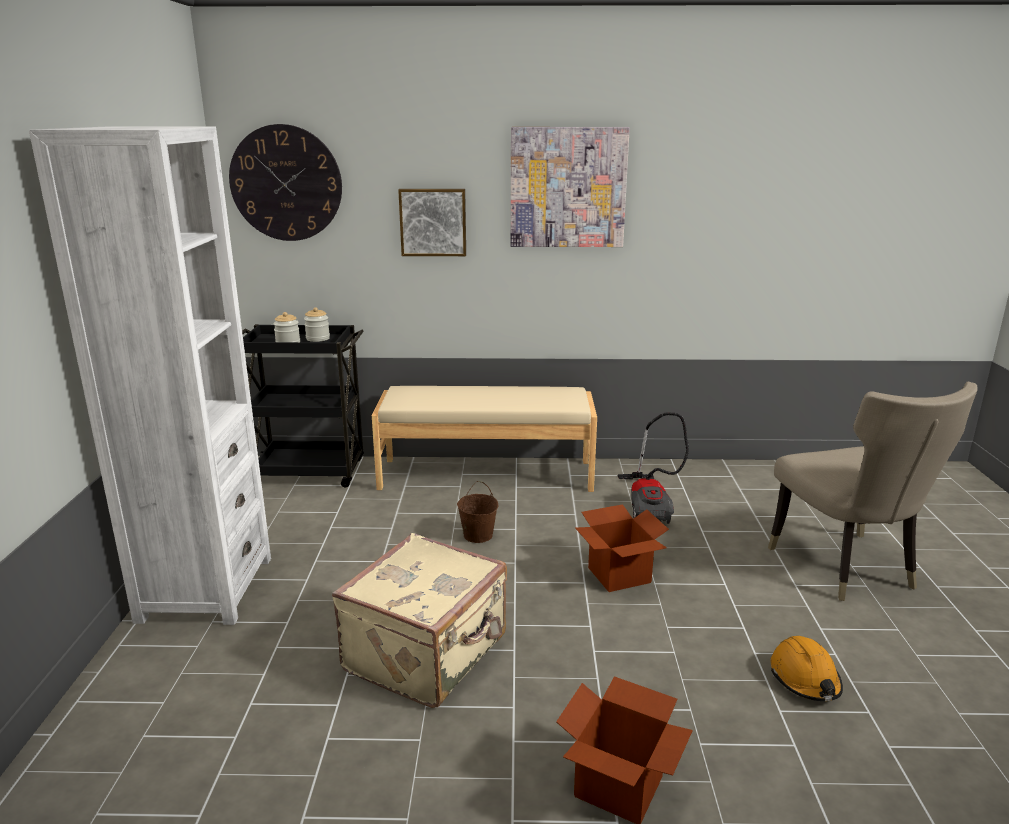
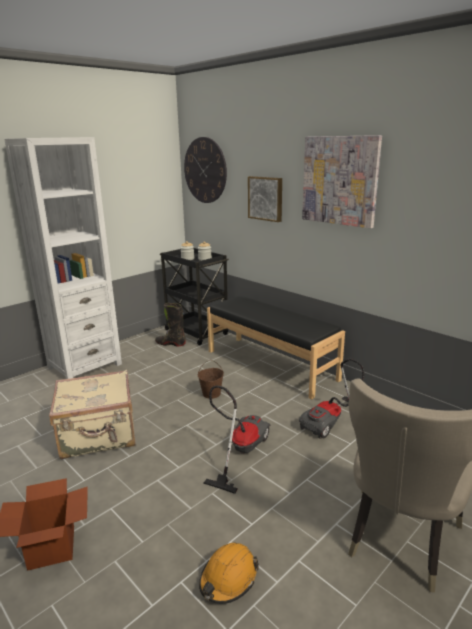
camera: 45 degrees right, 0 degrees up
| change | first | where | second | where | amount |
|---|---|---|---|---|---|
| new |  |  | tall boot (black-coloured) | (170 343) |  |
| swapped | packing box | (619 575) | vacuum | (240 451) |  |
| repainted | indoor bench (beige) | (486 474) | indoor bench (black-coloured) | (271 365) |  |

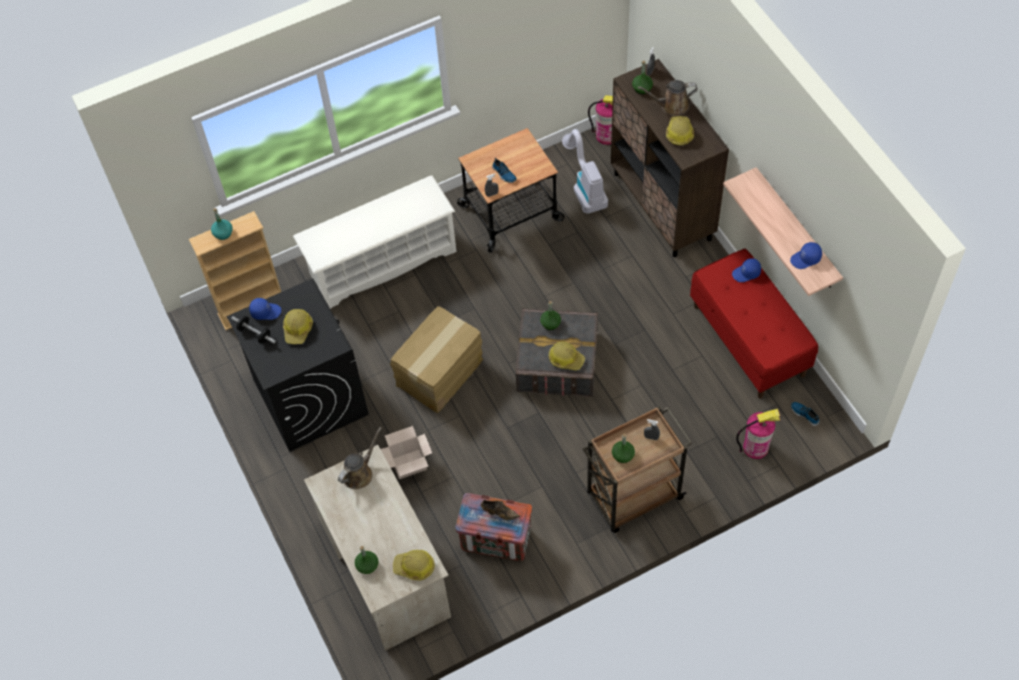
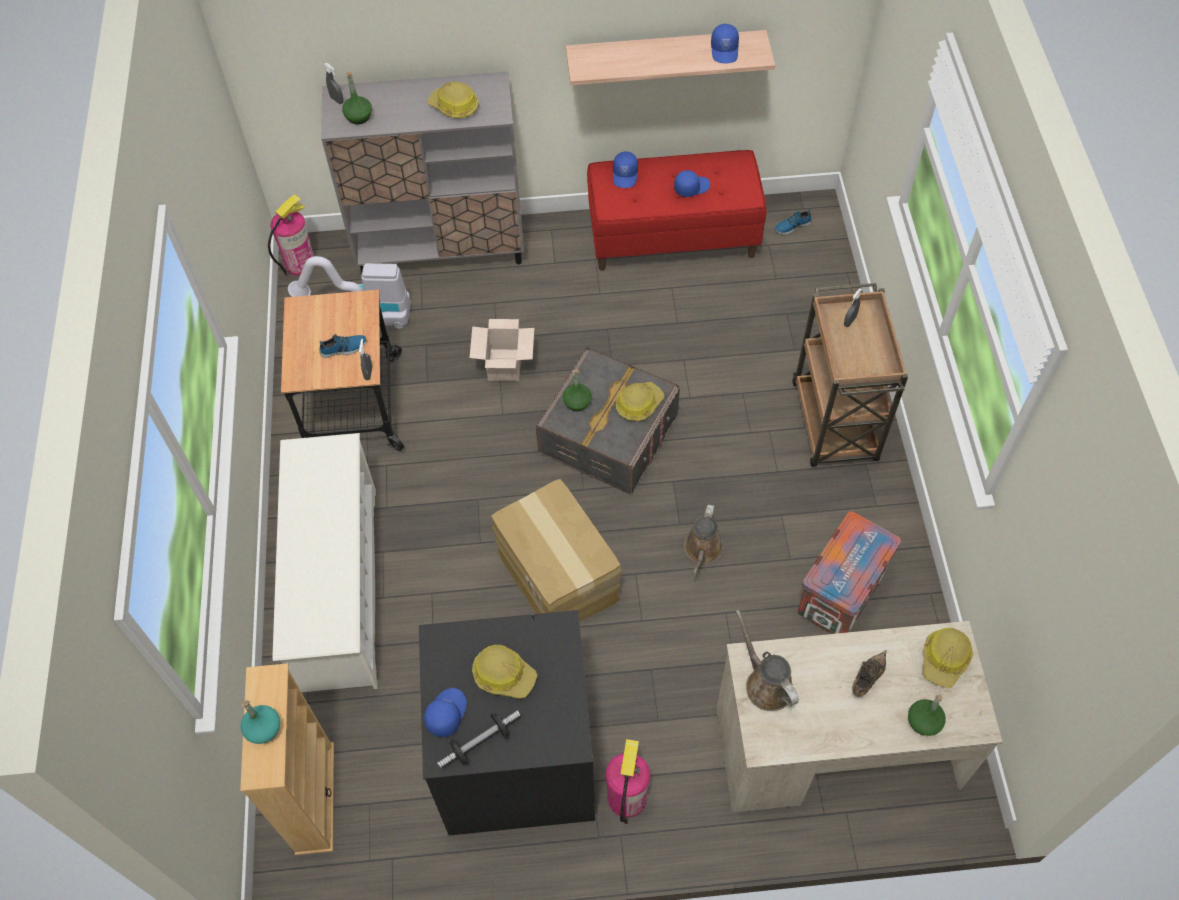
camera: 70 degrees left, 0 degrees up
| change | first | where | second | where | amount |
|---|---|---|---|---|---|
| repainted | cupboard (brownish) | (662 206) | cupboard (greyish) | (442 248) |  |
| shifted | packing box | (408 465) |  | (505 366) |  |
| shifted | extinguisher | (755 447) |  | (626 797) |  |
| new |  |  | baseball cap (blue) | (691 187) |  |
| shifted | sprinkling can (brownish) | (672 106) |  | (702 550) |  |
| shifted | shoe (brownish) | (499 513) |  | (867 678) |  |
| gone | bottle (green) | (623 455) |  |  |  |

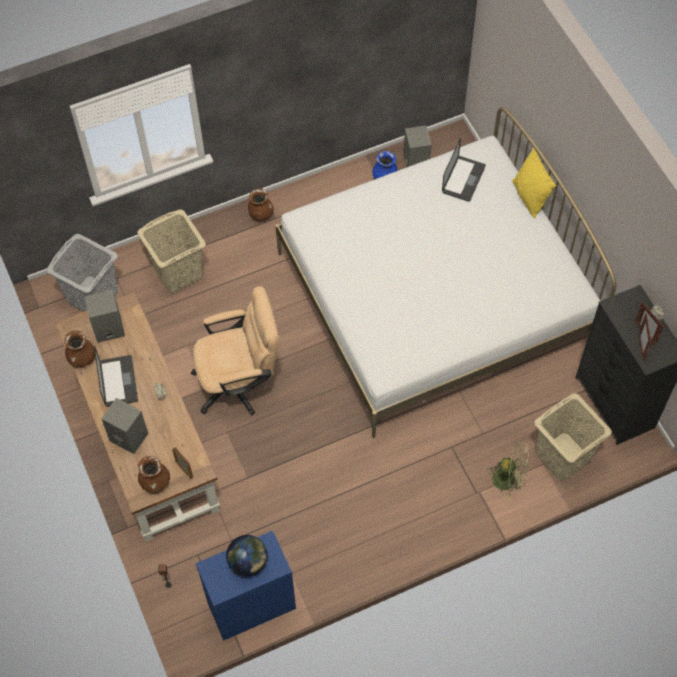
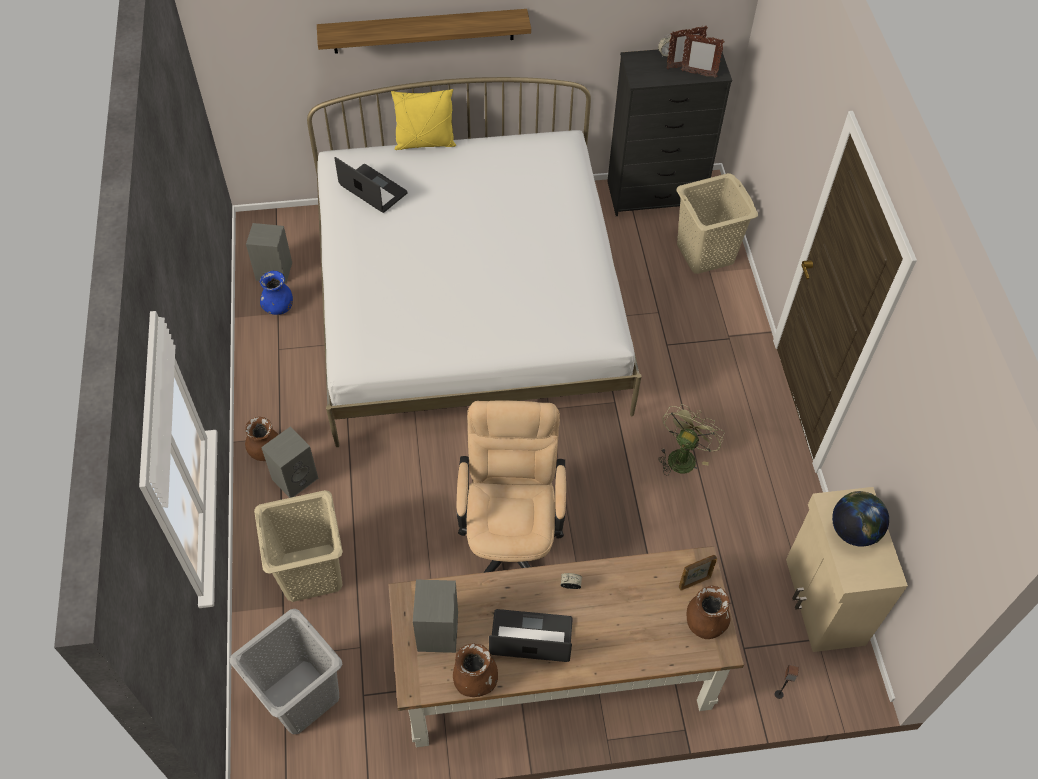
camera: 75 degrees left, 5 degrees down
| change | first | where | second | where | amount |
|---|---|---|---|---|---|
| shifted | loudspeaker (greyish) | (130 437) |  | (295 477) |  |
| new |  |  | wall shelf | (423 31) |  |
| shifted | fan (green) | (509 480) |  | (683 456) |  |
| repainted | cupboard (blue) | (250 605) | cupboard (beige) | (823 602) |  |

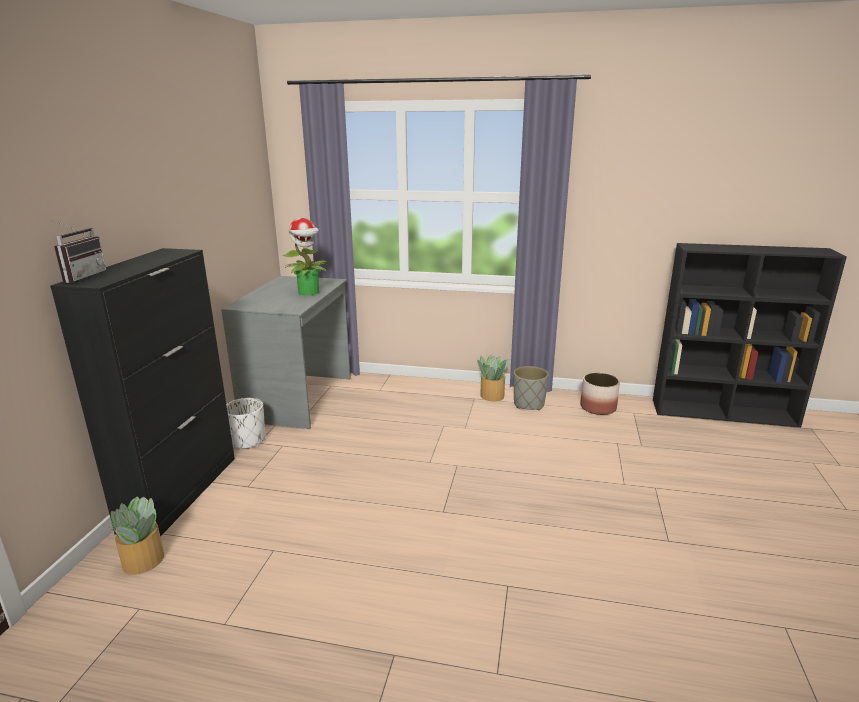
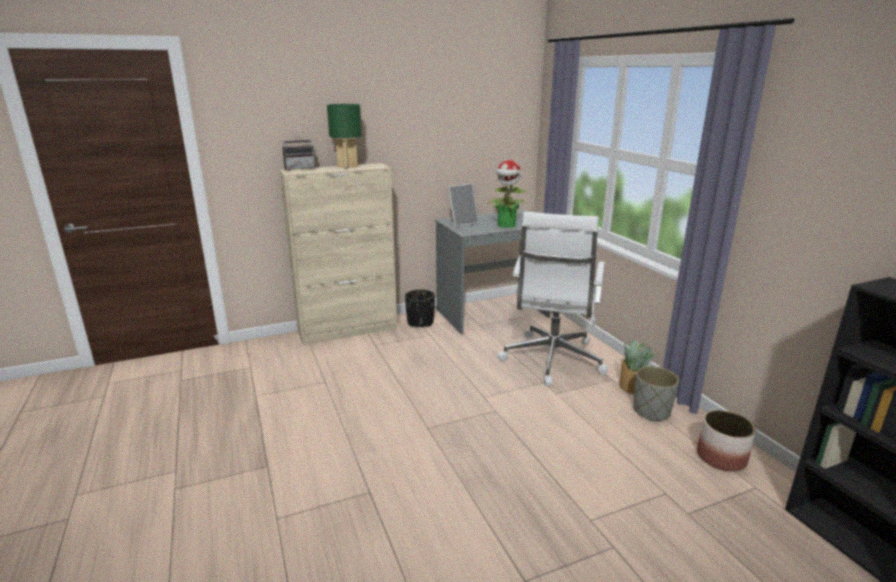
camera: 55 degrees right, 0 degrees up
| change | first | where | second | where | amount |
|---|---|---|---|---|---|
| repainted | cupboard (black-coloured) | (181 492) | cupboard (beige) | (348 330) |  |
| new |  |  | table lamp (green) | (348 167) |  |
| repainted | flower pot (white-coloured) | (248 440) | flower pot (black-coloured) | (420 322) |  |
| new |  |  | picture frame | (462 223) |  |
| new |  |  | office chair (white-coloured) | (551 360) |  |
| gone | potted plant | (142 561) |  |  |  |

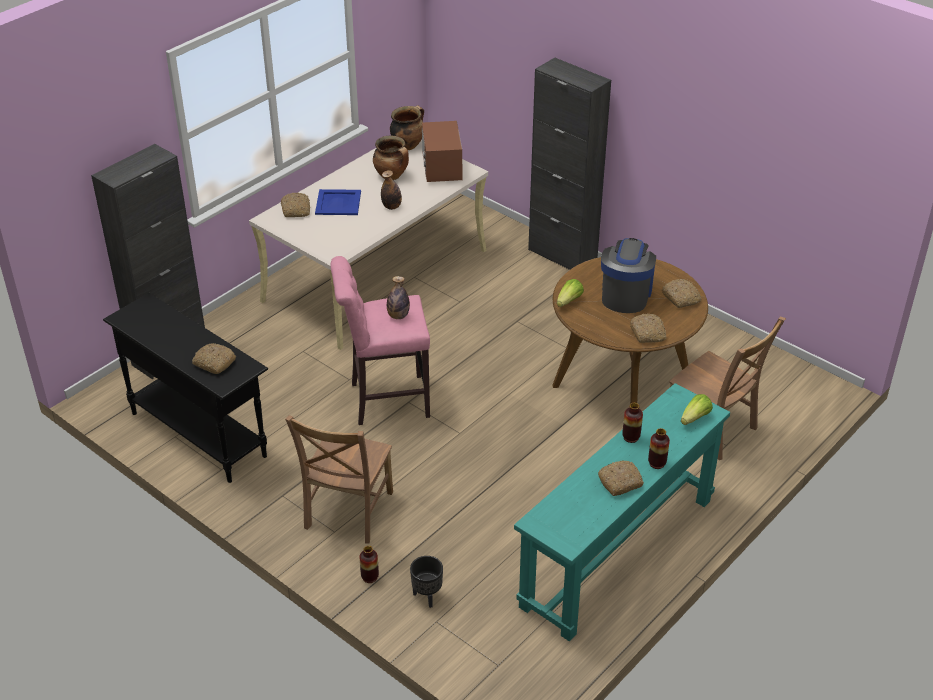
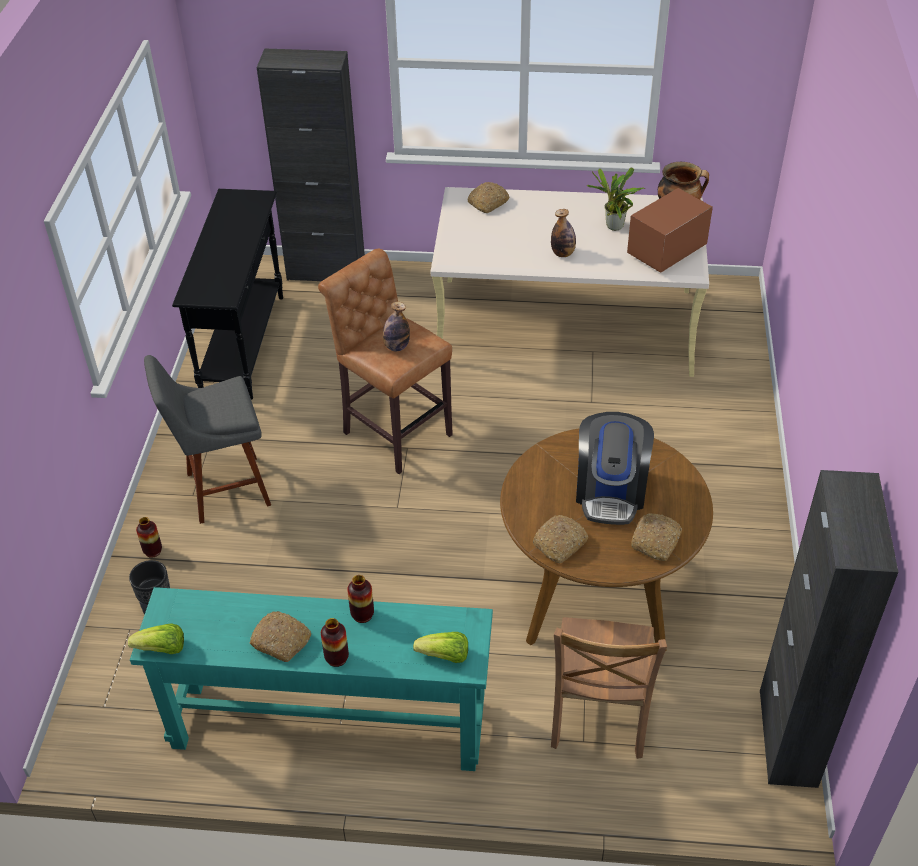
camera: 55 degrees right, 5 degrees up
| change | first | where | second | where | amount |
|---|---|---|---|---|---|
| shifted | head of lettuce | (569 301) |  | (162 649) |  |
| swapped | upright chair (brownish) | (347 513) | sitting stool (greyish) | (223 490) |  |
| repainted | sitting stool (pink-coloured) | (385 400) | sitting stool (brownish) | (393 431) |  |
| rotated | coffee machine | (625 294) |  | (610 492) | 120 degrees clockwise |
| swapped | cooking pot | (392 176) | potted plant | (613 228) |  |
| shifted | cupboard (black-coloured) | (562 256) |  | (787 738) |  |
| gone | bread | (214 363) |  |  |  |
| gone | serving tray (blue) | (338 202) |  |  |  |

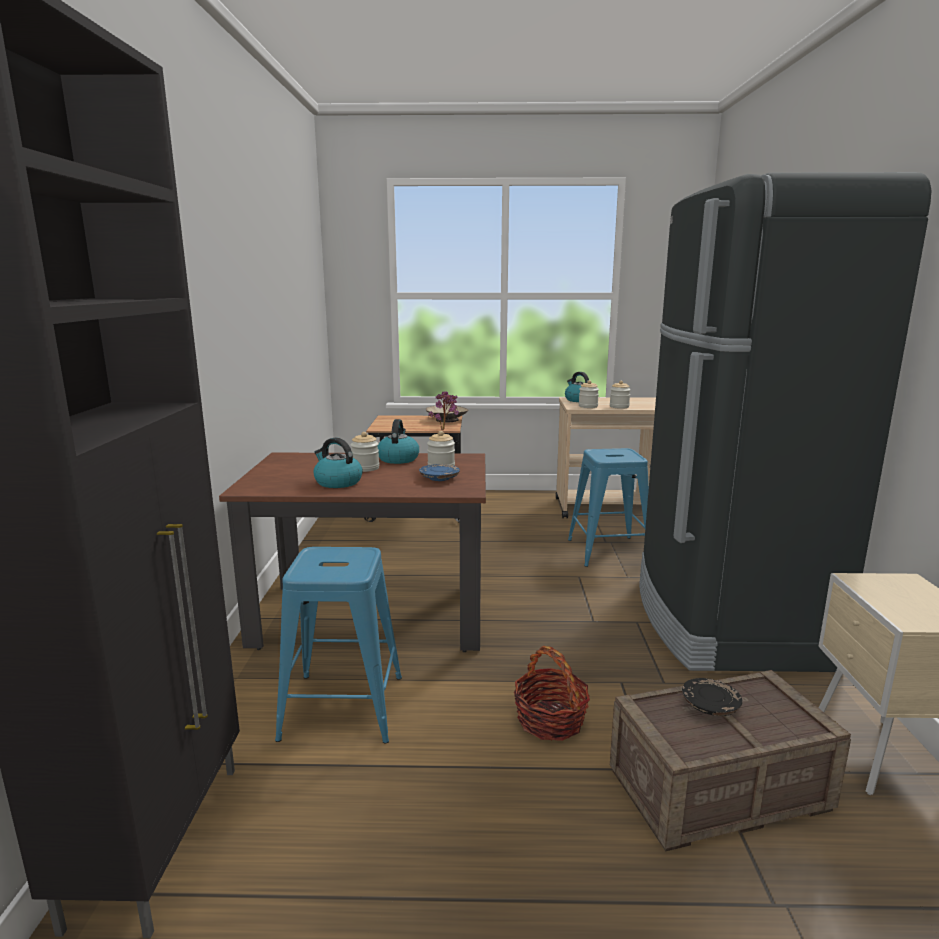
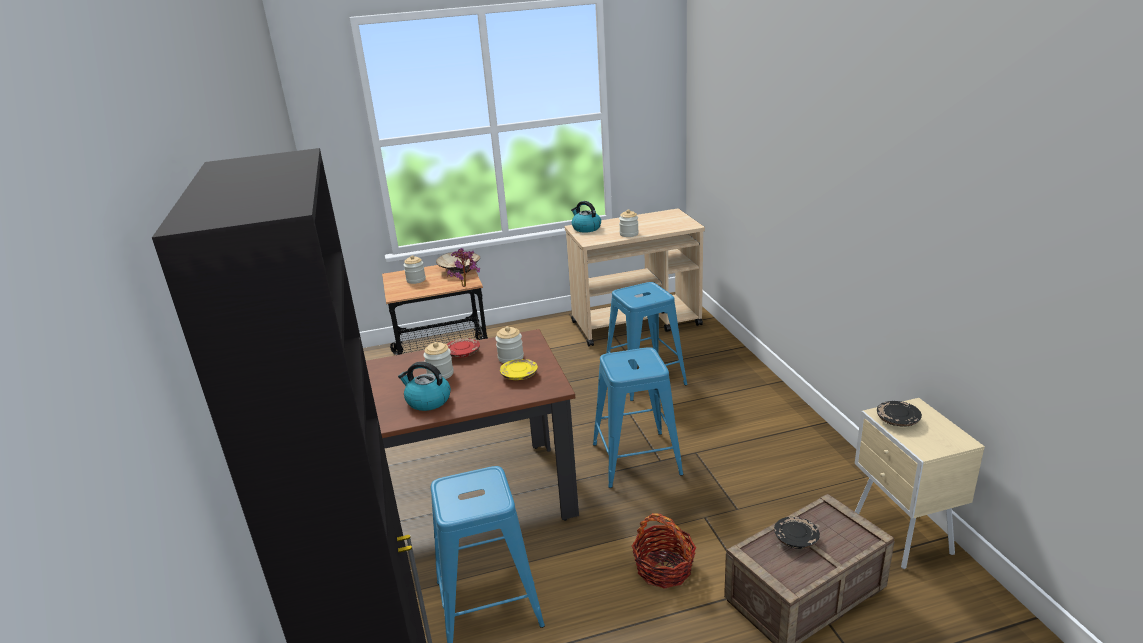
camera: 15 degrees left, 10 degrees up
| change | first | where | second | where | amount |
|---|---|---|---|---|---|
| shifted | jar | (588 406) |  | (416 280) |  |
| swapped | water kettle | (398 459) | plate (red-coloured) | (462 353) |  |
| repainted | plate (blue) | (439 478) | plate (yellowish) | (519 375) |  |
| new |  |  | sitting stool (blue) | (636 459) |  |
| new |  |  | plate (black-coloured) | (897 420) |  |
| gone | fridge (black-coloured) | (725 621) |  |  |  |

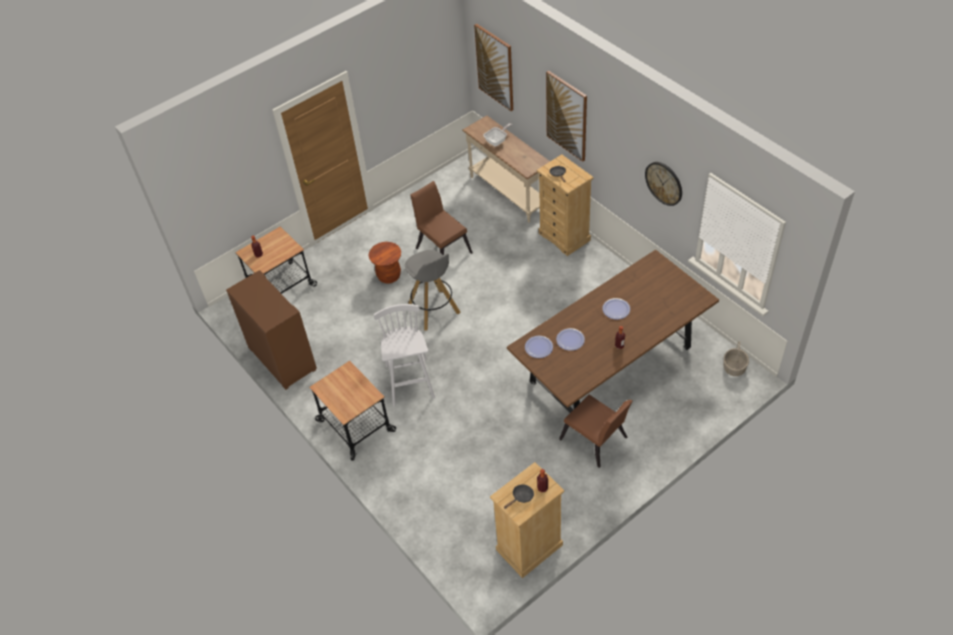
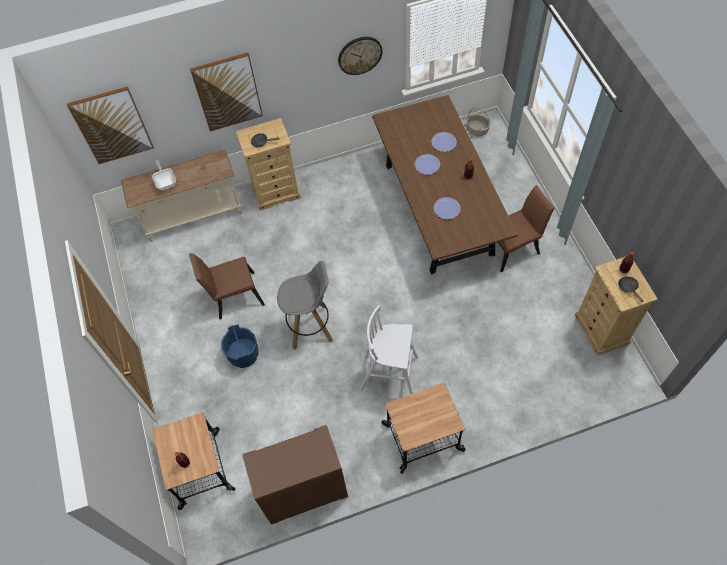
camera: 70 degrees left, 10 degrees up
| change | first | where | second | where | amount |
|---|---|---|---|---|---|
| swapped | sitting stool (brownish) | (389 276) | bucket (blue) | (243 354) |  |
| shifted | plate | (539 347) |  | (444 142) |  |

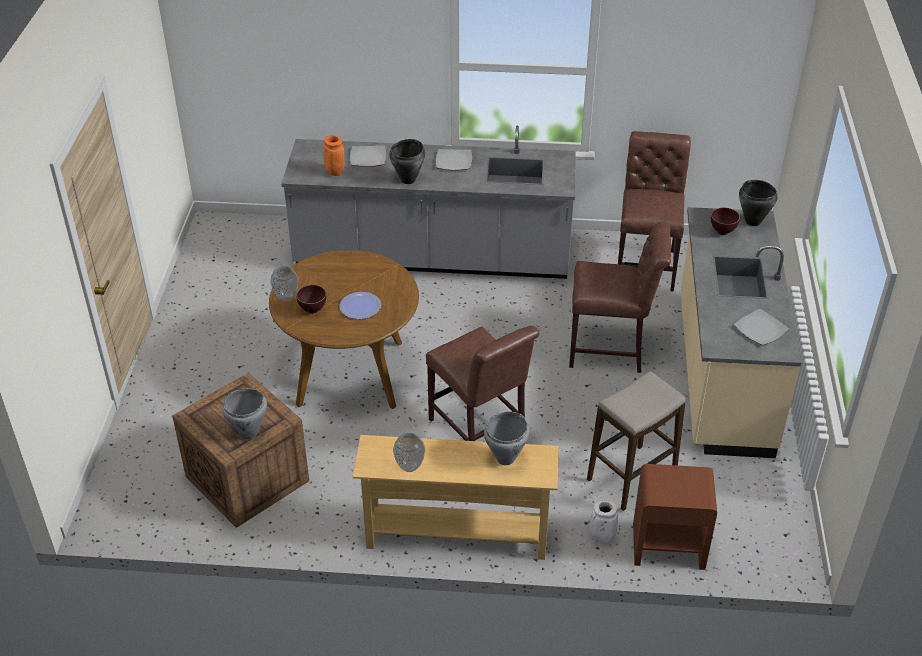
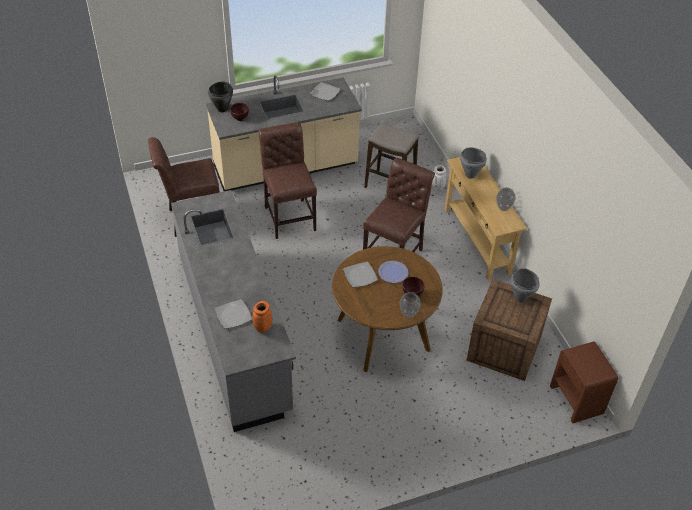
camera: 115 degrees left, 5 degrees up
| change | first | where | second | where | amount |
|---|---|---|---|---|---|
| shifted | plate | (454 161) |  | (359 275) |  |
| shifted | bedside table (brownish) | (667 546) |  | (576 400) |  |
| gone | cooking pot (black-coloured) | (408 180) |  |  |  |

